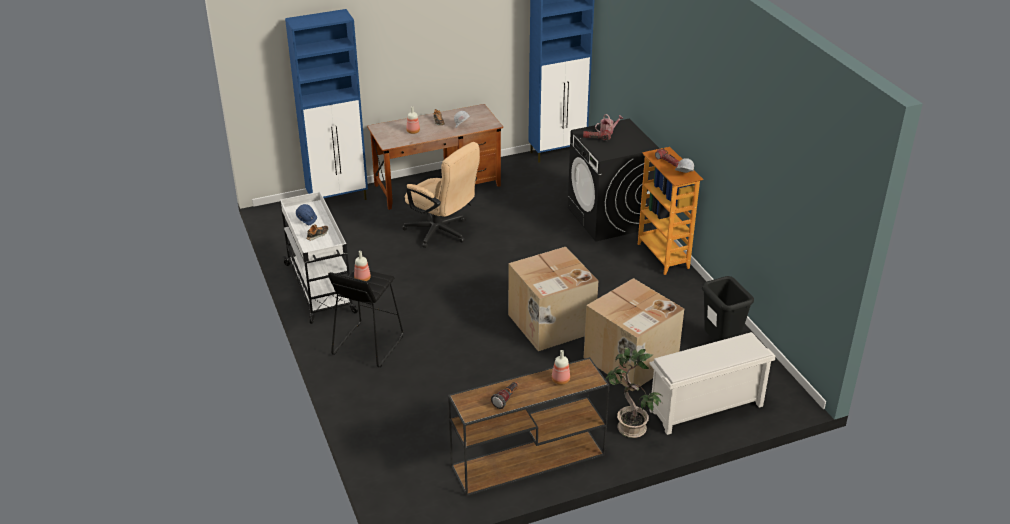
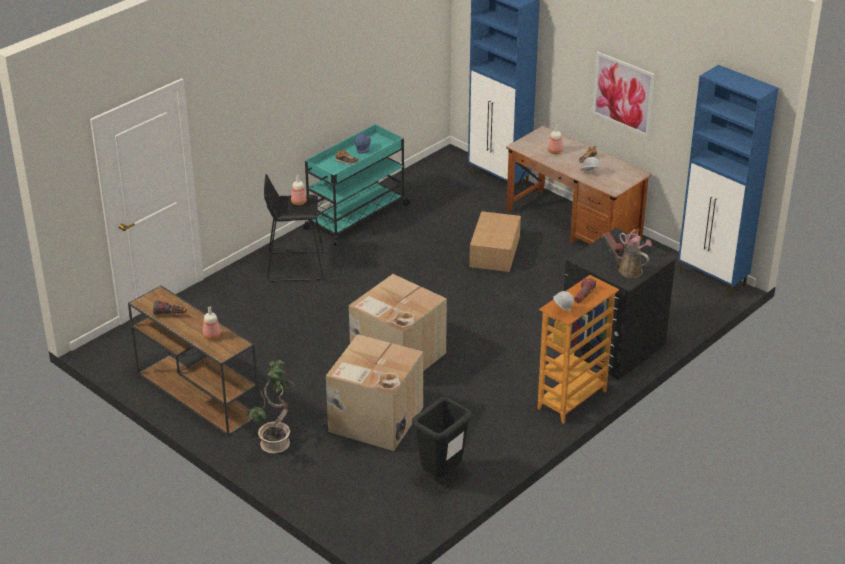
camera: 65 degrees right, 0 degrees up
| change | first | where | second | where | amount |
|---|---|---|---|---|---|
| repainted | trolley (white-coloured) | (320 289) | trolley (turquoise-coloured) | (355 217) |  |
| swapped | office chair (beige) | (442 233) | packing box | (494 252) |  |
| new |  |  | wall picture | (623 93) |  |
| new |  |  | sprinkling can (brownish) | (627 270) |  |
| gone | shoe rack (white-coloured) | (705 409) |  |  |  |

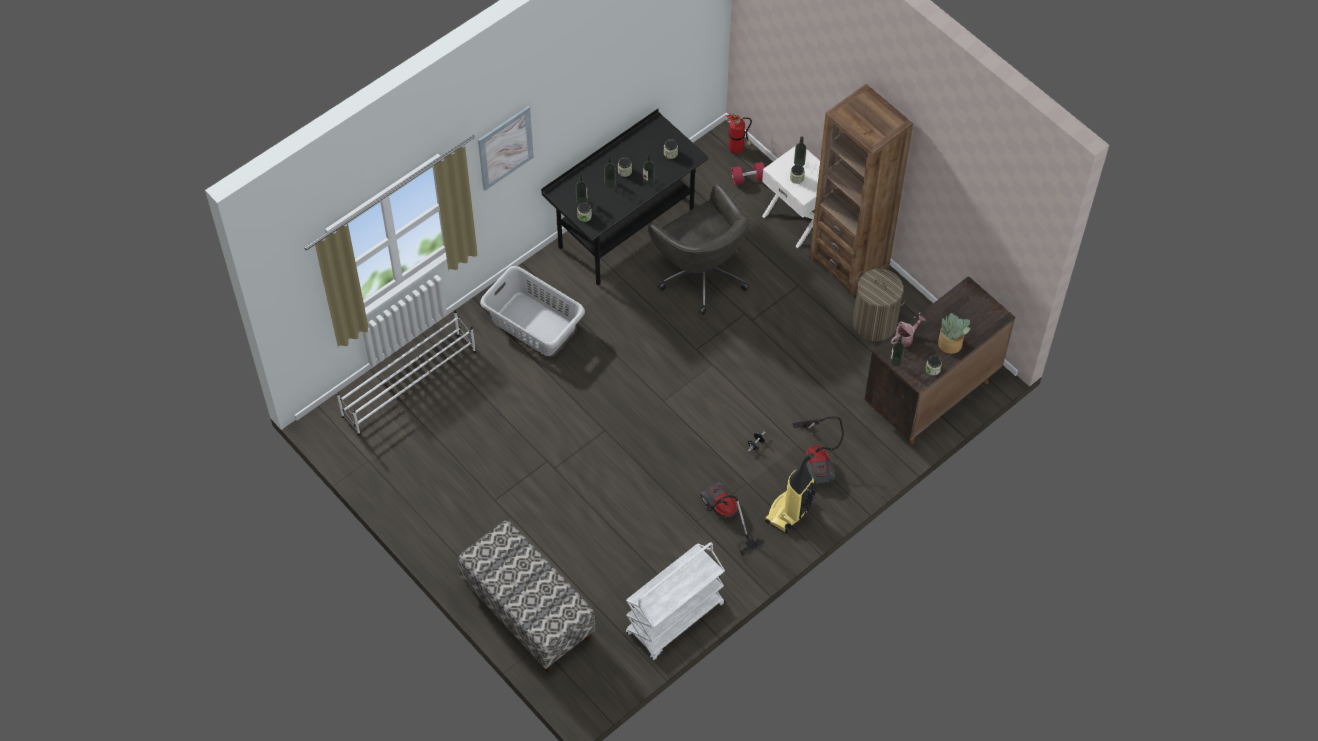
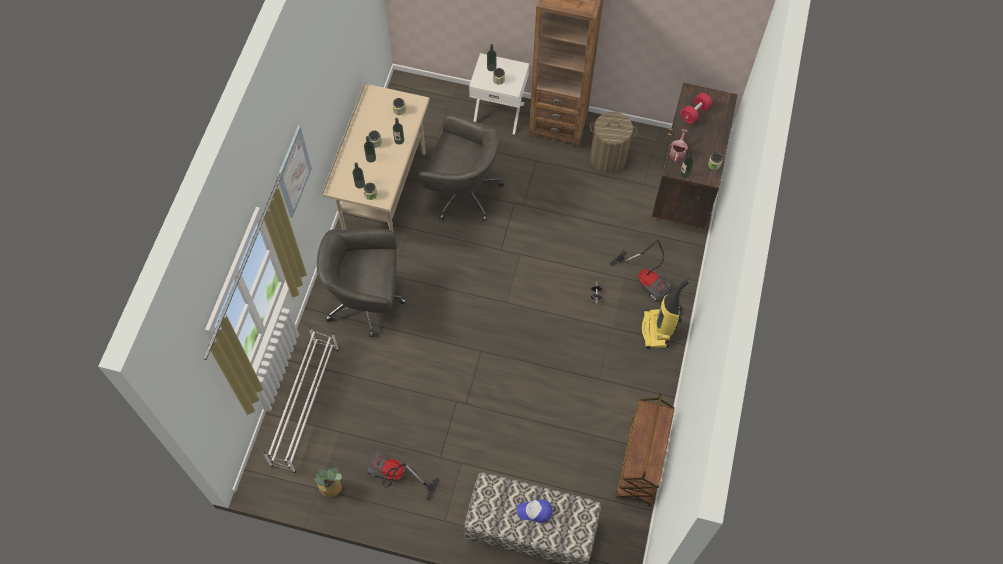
camera: 35 degrees left, 5 degrees up
| change | first | where | second | where | amount |
|---|---|---|---|---|---|
| shifted | potted plant | (950 344) |  | (331 487) |  |
| swapped | hamper (greyish) | (533 323) | office chair (greyish) | (367 300) |  |
| repainted | desk (black-coloured) | (626 233) | desk (beige) | (384 192) |  |
| shifted | vacuum | (724 516) |  | (395 477) |  |
| new |  |  | baseball cap | (535 511) |  |
| repainted | trolley (white-coloured) | (675 619) | trolley (brownish) | (641 464) |  |
| shifted | hand weight (red-coloured) | (748 179) |  | (694 113) |  |
| gone | extinguisher | (737 149) |  |  |  |

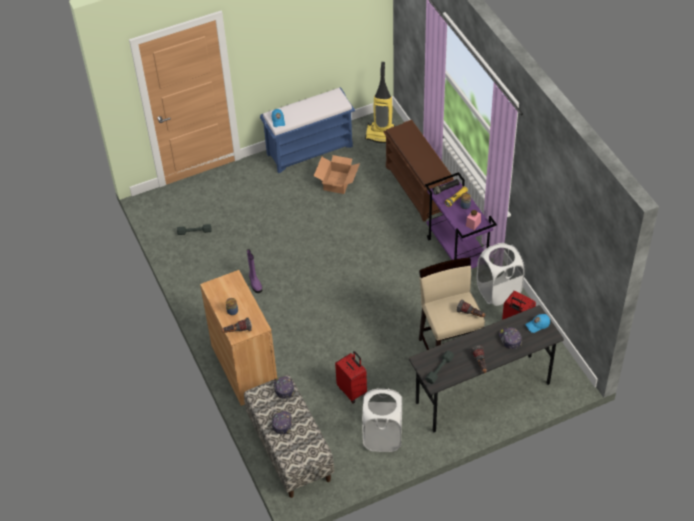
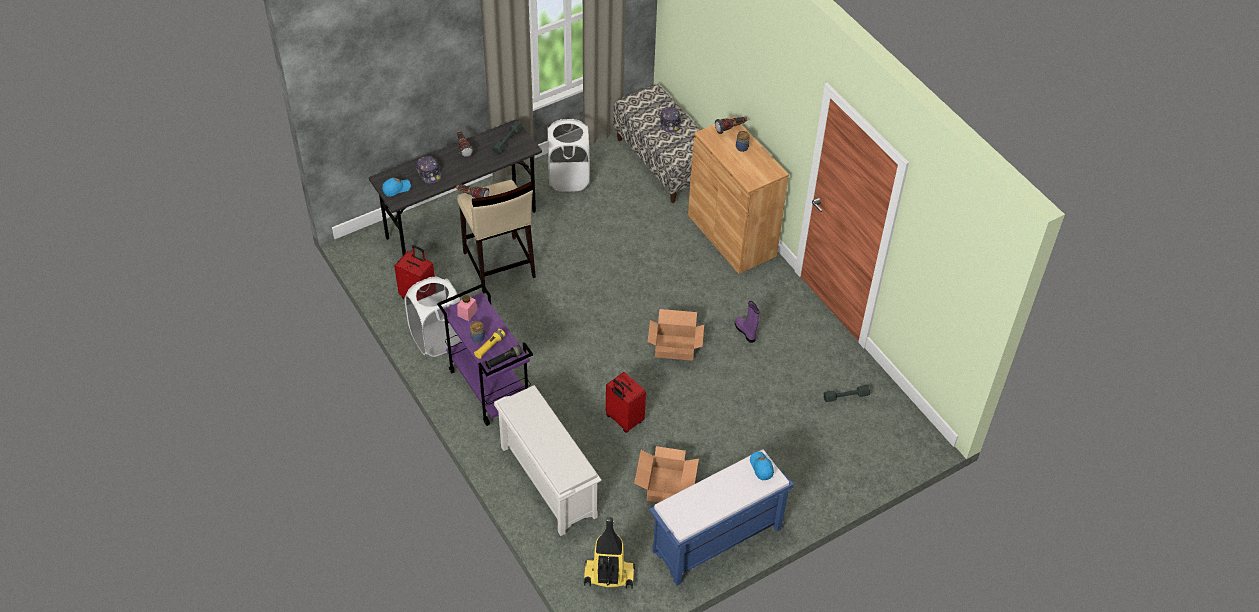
camera: 170 degrees right, 0 degrees up
| change | first | where | second | where | amount |
|---|---|---|---|---|---|
| repainted | shoe rack (brownish) | (418 189) | shoe rack (white-coloured) | (547 481) |  |
| shifted | suitcase (red-coloured) | (352 391) |  | (623 420) |  |
| new |  |  | packing box | (675 347) |  |
| gone | baseball cap | (283 388) |  |  |  |

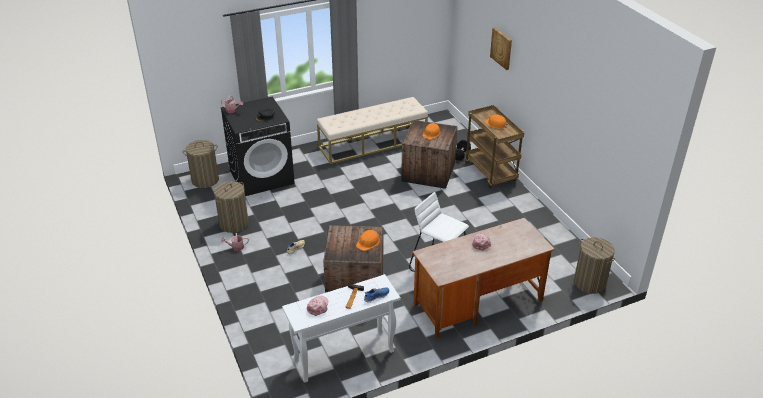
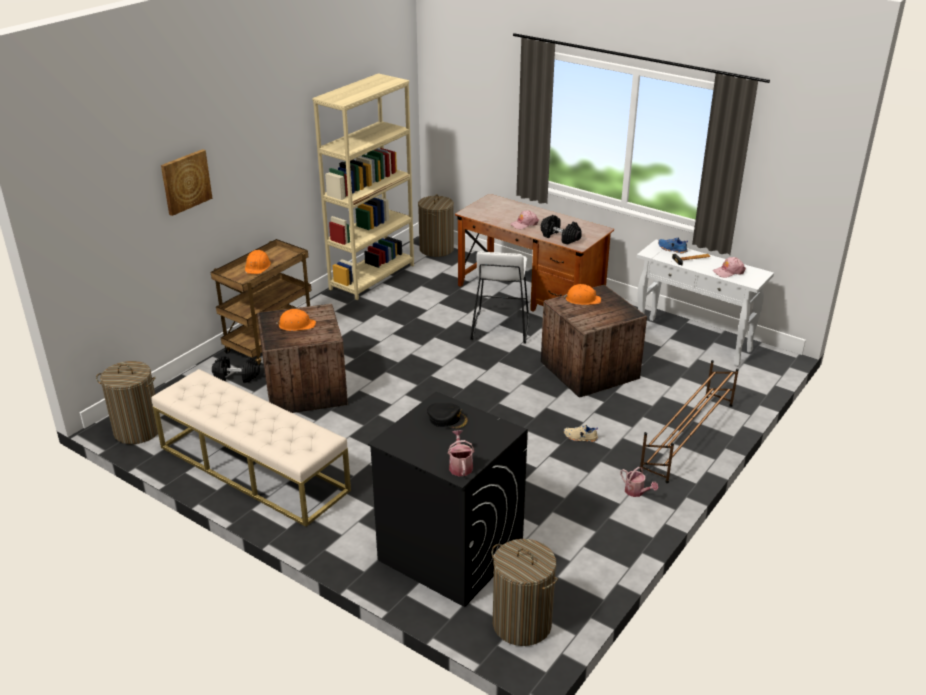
camera: 120 degrees left, 5 degrees down
| change | first | where | second | where | amount |
|---|---|---|---|---|---|
| shifted | hamper | (234 223) |  | (137 430) |  |
| new |  |  | shelving unit (beige) | (372 277) |  |
| new |  |  | hand weight (black-coloured) | (560 237) |  |
| new |  |  | shoe rack (brownish) | (687 437) |  |

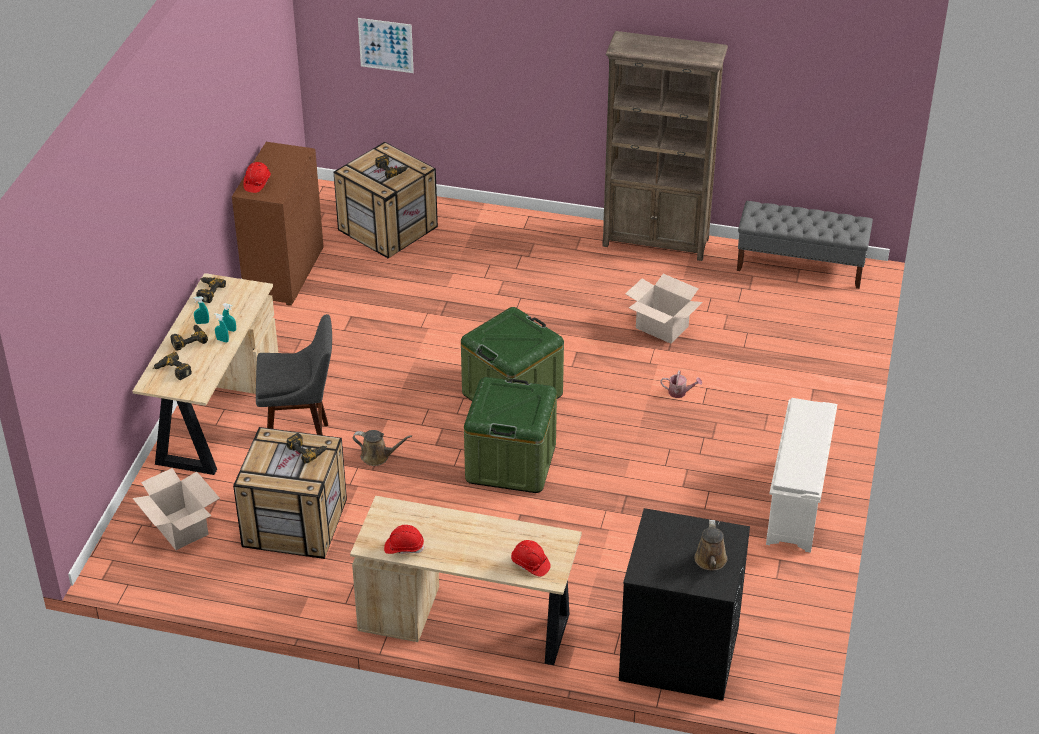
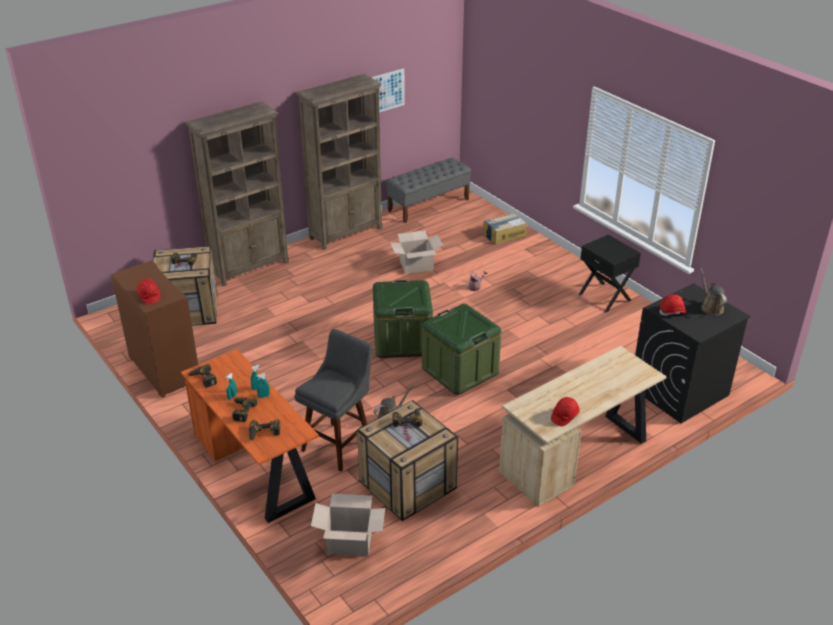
camera: 50 degrees left, 5 degrees down
| change | first | where | second | where | amount |
|---|---|---|---|---|---|
| repainted | desk (beige) | (215 412) | desk (orangey) | (255 467) |  |
| new |  |  | shelving unit (brownish) | (250 267) |  |
| shifted | wall picture | (386 45) |  | (388 91) |  |
| new |  |  | packing box | (504 235) |  |
| swapped | shoe rack (white-coloured) | (797 504) | bedside table (black-coloured) | (605 297) |  |
| shifted | safety helmet (red-coloured) | (530 564) |  | (672 311) |  |
| rotated | sprinkling can (brownish) | (711 561) |  | (710 307) | 150 degrees counterclockwise |

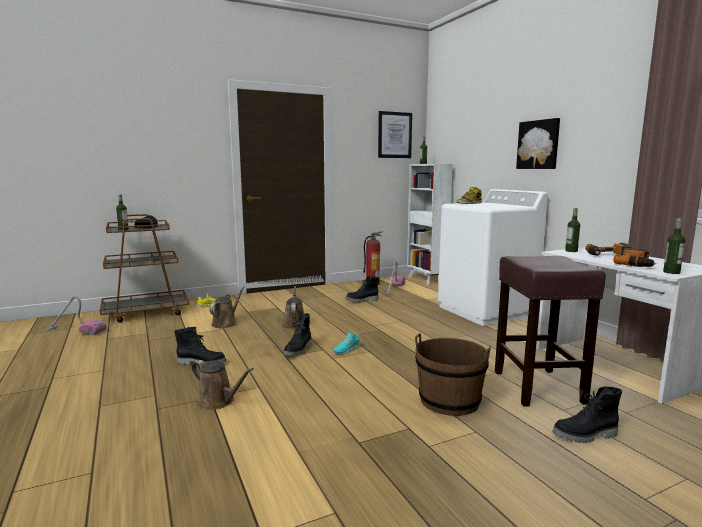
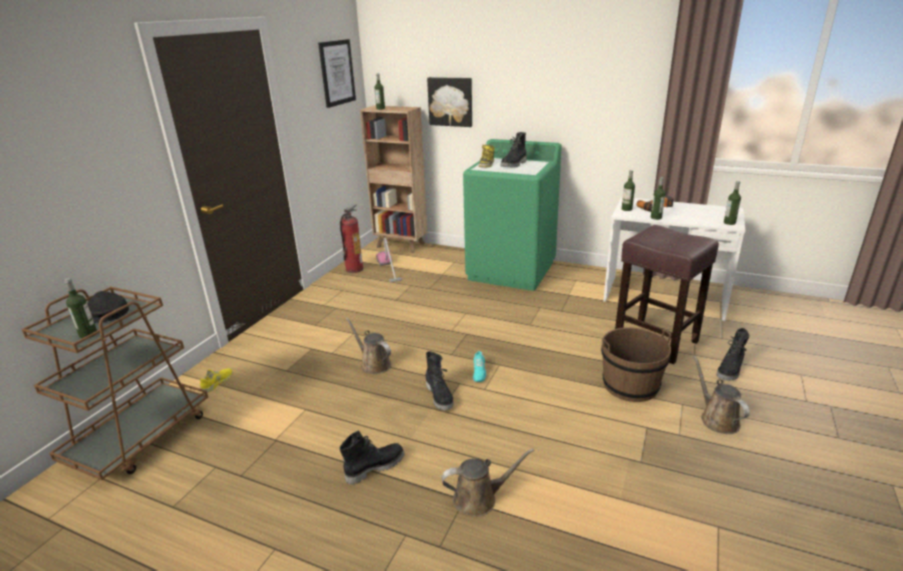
camera: 40 degrees left, 15 degrees up
| change | first | where | second | where | amount |
|---|---|---|---|---|---|
| repainted | shelving unit (white-coloured) | (426 280) | shelving unit (brownish) | (401 246) |  |
| shifted | wall picture | (538 144) |  | (450 101) |  |
| repainted | laundry machine (white-coloured) | (486 311) | laundry machine (green) | (512 271) |  |
| shifted | tall boot (black-coloured) | (362 300) |  | (514 165) |  |
| new |  |  | bottle | (656 217) |  |
| shifted | sprinkling can (brownish) | (226 323) |  | (717 419) |  |
| gone | vacuum | (74 330) |  |  |  |
| gone | electric drill | (636 263) |  |  |  |

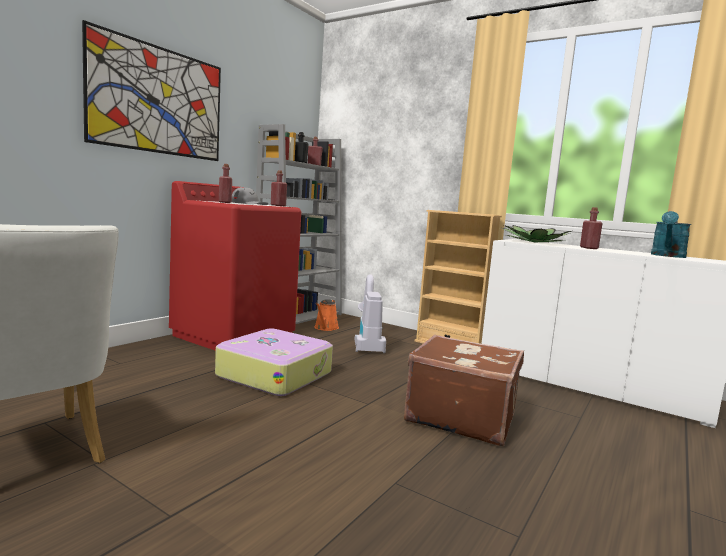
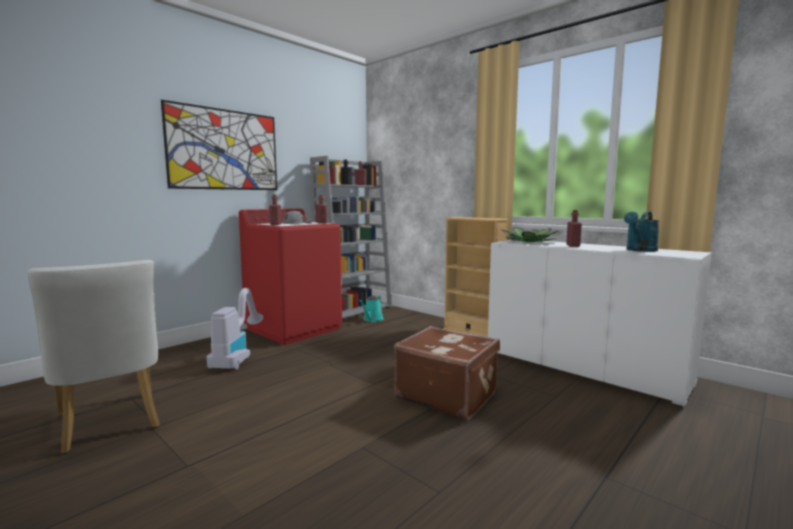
camera: 10 degrees right, 0 degrees up
| change | first | where | second | where | amount |
|---|---|---|---|---|---|
| shifted | vacuum | (367 343) |  | (237 357) |  |
| repainted | sprinkling can (orangey) | (325 328) | sprinkling can (turquoise-coloured) | (372 319) |  |
| gone | suitcase | (275 374) |  |  |  |

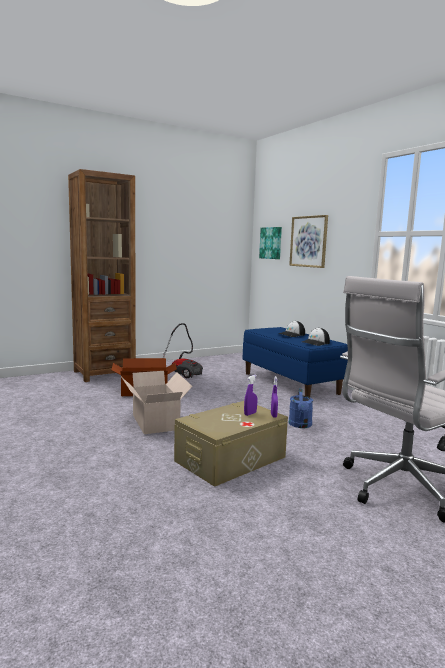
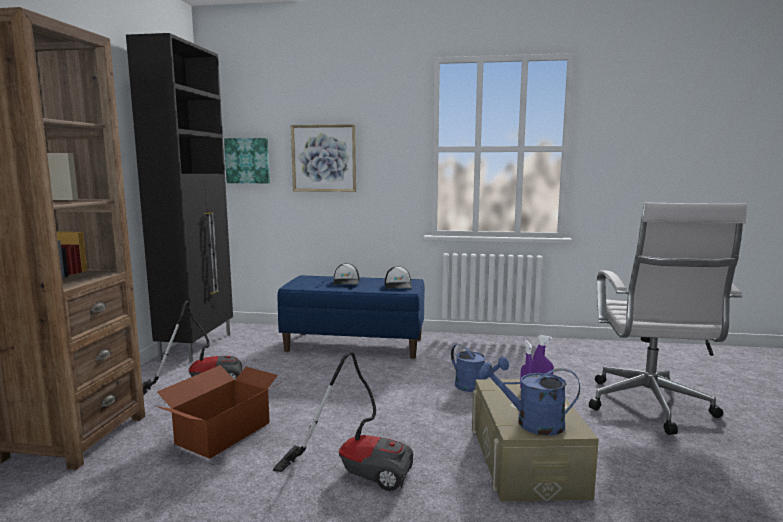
camera: 50 degrees left, 0 degrees up
| change | first | where | second | where | amount |
|---|---|---|---|---|---|
| new |  |  | cupboard (black-coloured) | (198 346) |  |
| swapped | packing box | (155 423) | vacuum | (358 468) |  |
| new |  |  | sprinkling can (blue) | (531 423) |  |

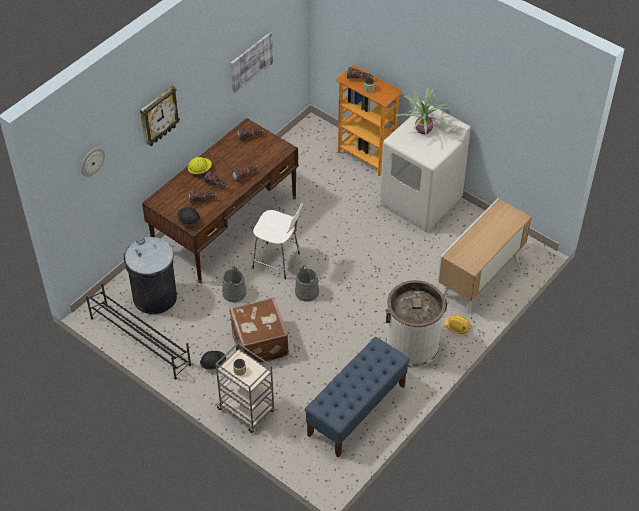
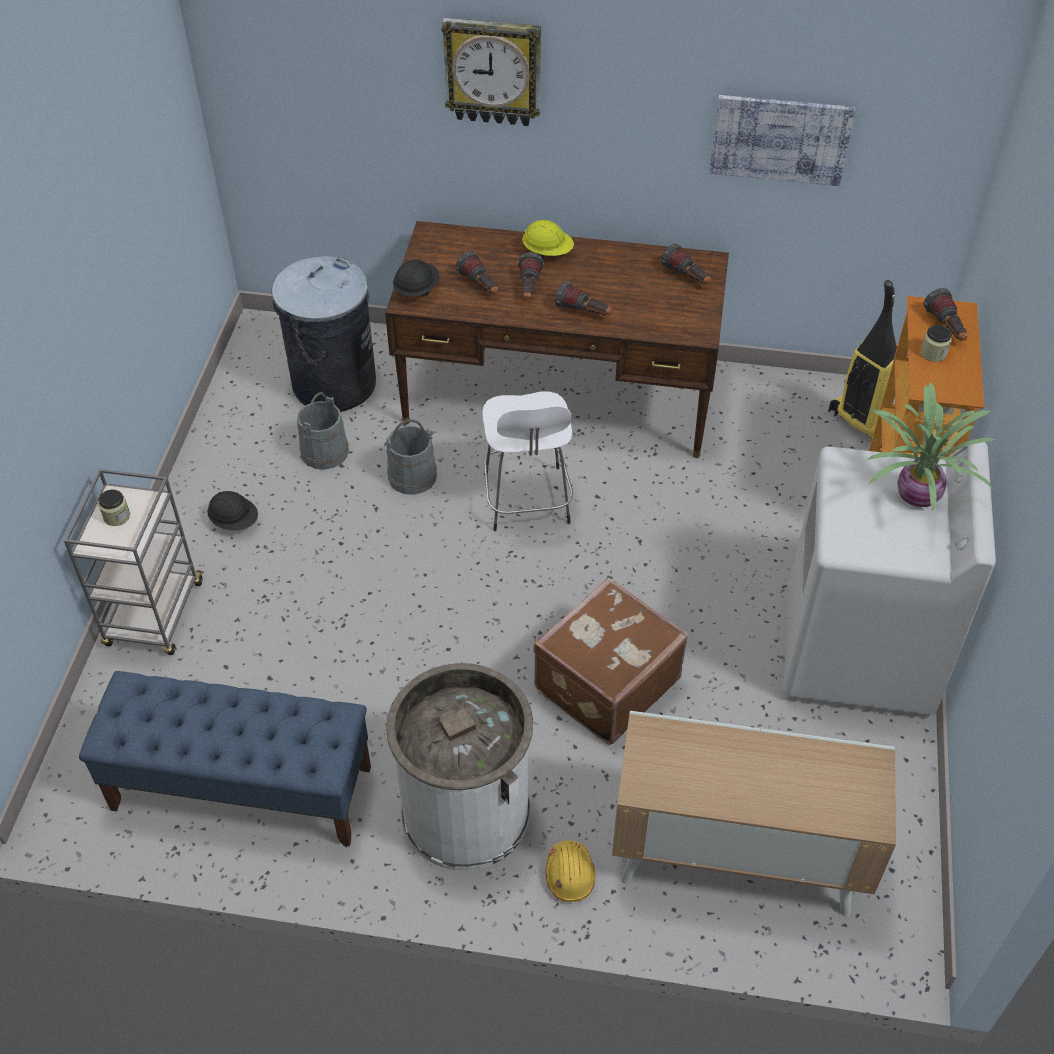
camera: 60 degrees right, 0 degrees up
| change | first | where | second | where | amount |
|---|---|---|---|---|---|
| shifted | bucket (greyish) | (307 292) |  | (325 452) |  |
| shifted | suitcase (brownish) | (258 343) |  | (604 683) |  |
| new |  |  | vacuum | (864 422) |  |
| gone | wall clock | (92 161) |  |  |  |
| gone | shoe rack (black-coloured) | (140 340) |  |  |  |

